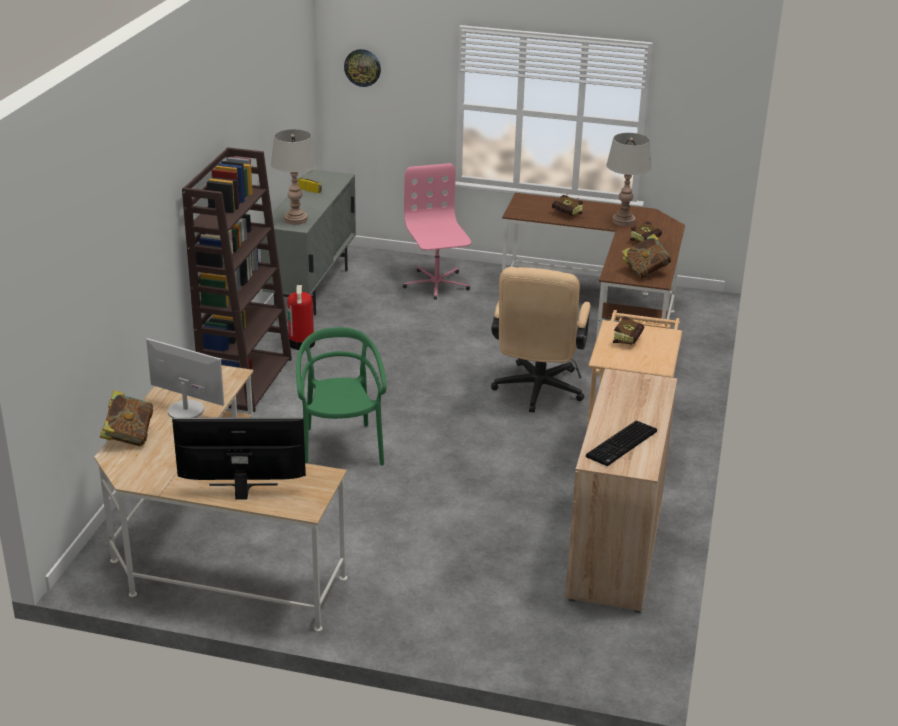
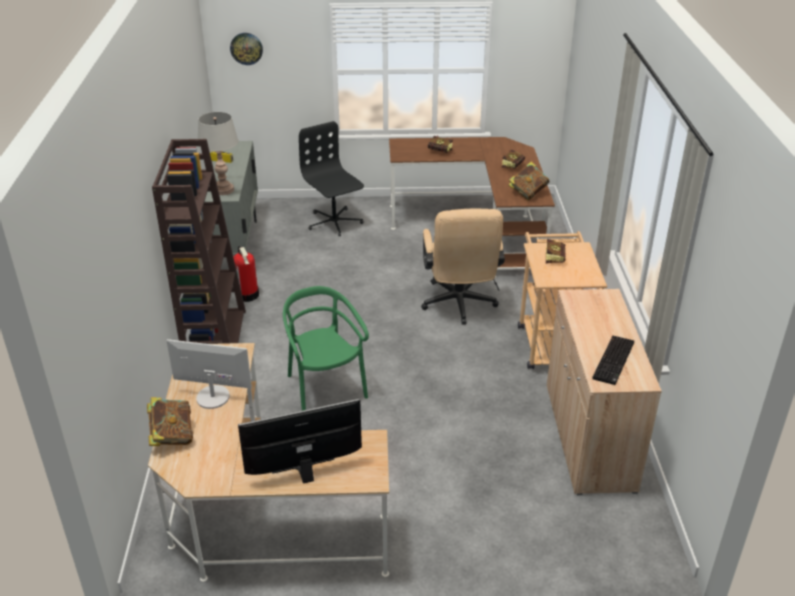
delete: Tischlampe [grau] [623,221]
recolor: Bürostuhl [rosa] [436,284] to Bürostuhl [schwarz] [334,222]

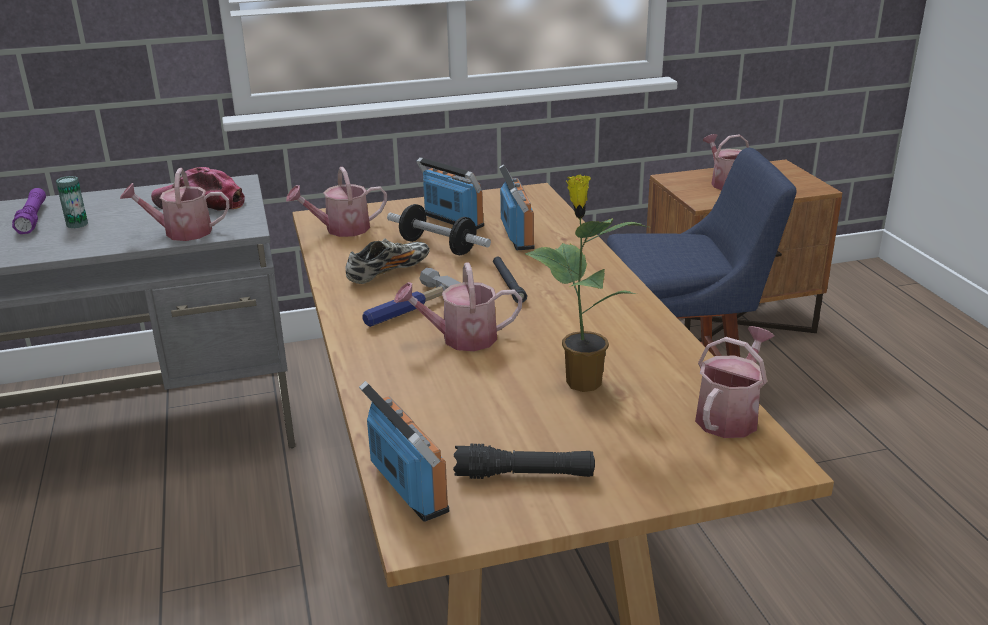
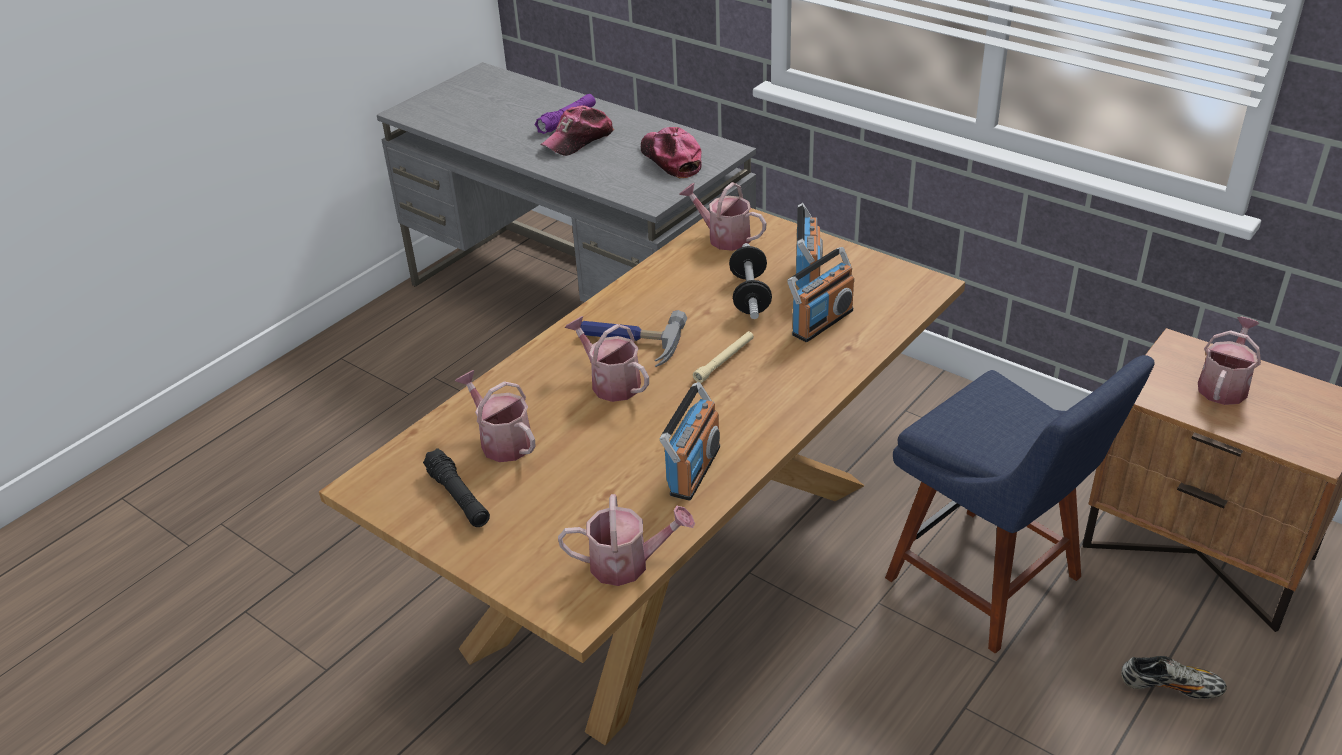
delete: Topfpflanze [581,381]
move: Gießkanne [181,232] to [502,441]; Schuh [388,272] to [1170,687]; Radio [408,488] to [693,470]
replace: Dose [77,224] to Kappe [578,140]
recolor: Taschenlampe [schwarz] [508,284] to Taschenlampe [beige] [724,361]

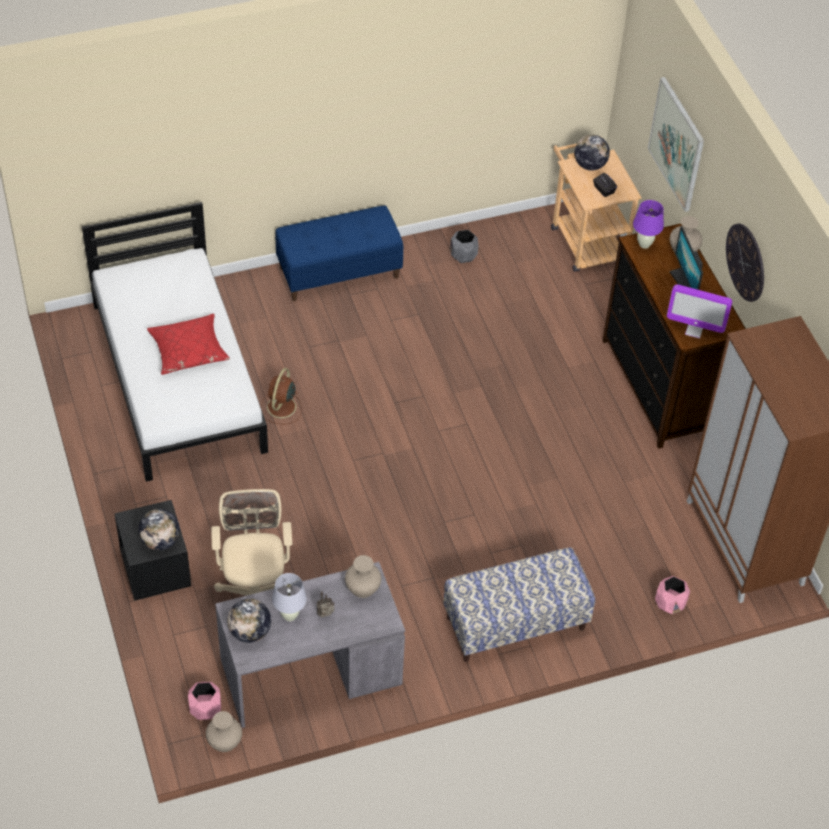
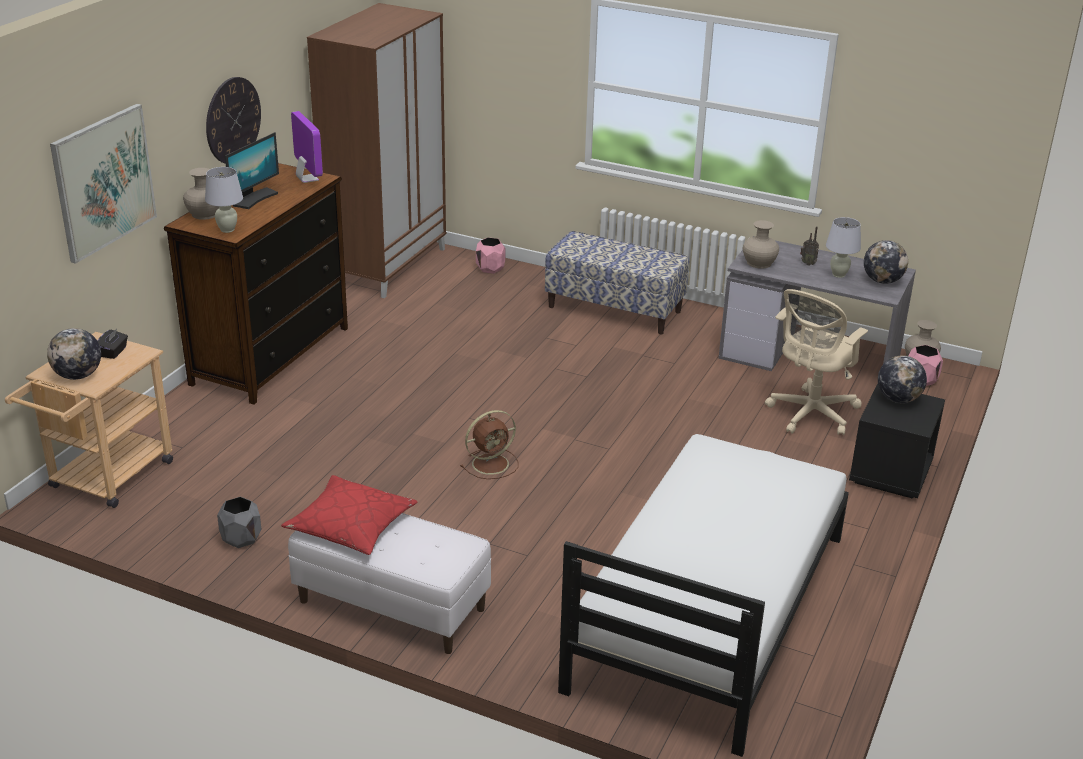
move: Kissen [rot] [188,350] to [351,525]; Ventilator [braun] [281,408] to [492,463]
recolor: Bank [blau] [339,272] to Bank [weiß] [391,605]; Tischlampe [lila] [644,244] to Tischlampe [weiß] [227,230]

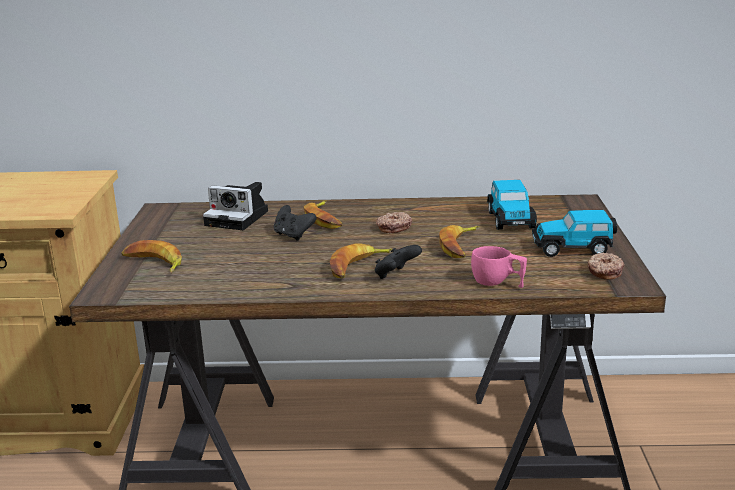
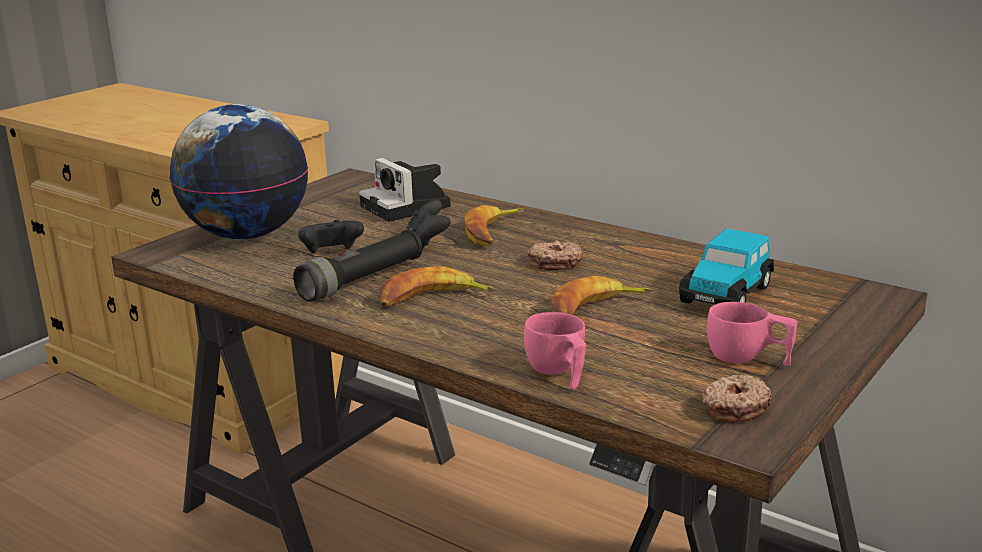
insert: Taschenlampe [schwarz] [361,281]
move: Gamepad [schwarz] [396,276] to [332,254]
replace: Banane [153,263] to Globus [247,234]; Spielzeugauto [573,248] to Tasse [rosa] [748,359]

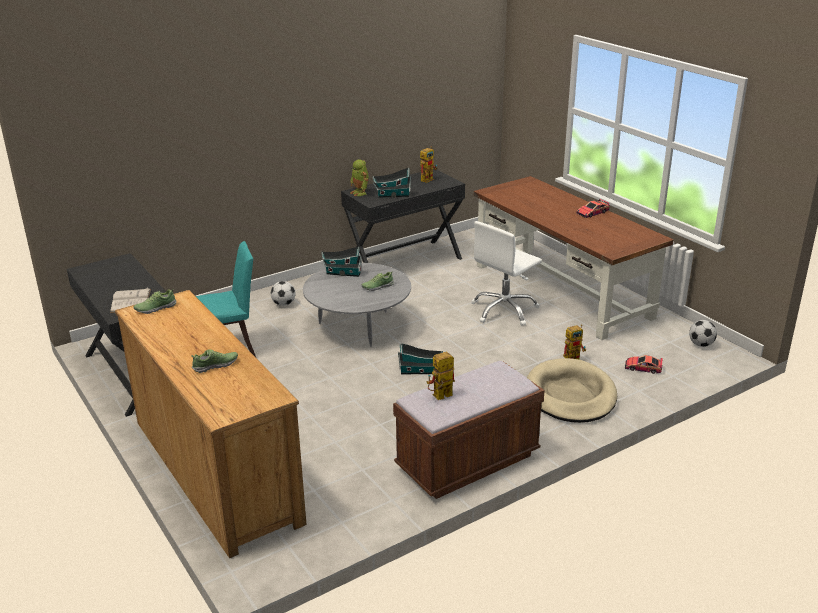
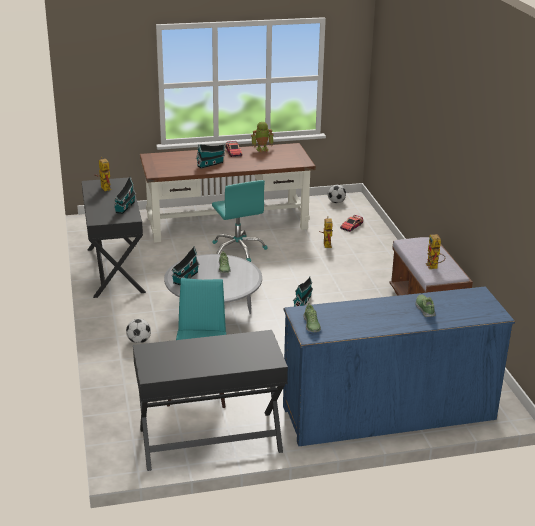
delete: Buch [weiß] [131,301]; Hundebett [beige] [570,395]
insert: Spielzeughaus [211,164]
move: Spielzeugroboter [360,193] to [262,149]
recolor: Kommode [braun] [215,470] to Kommode [blau] [388,412]; Bürostuhl [weiß] [504,310] to Bürostuhl [türkis] [238,250]

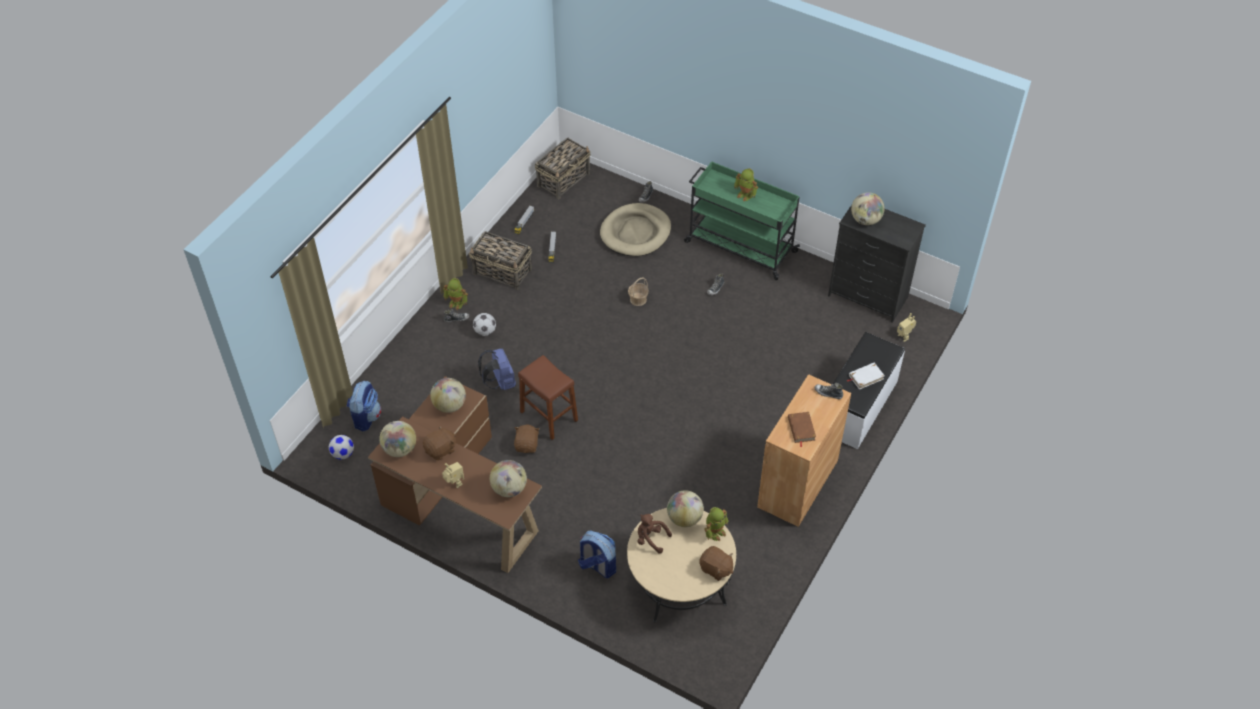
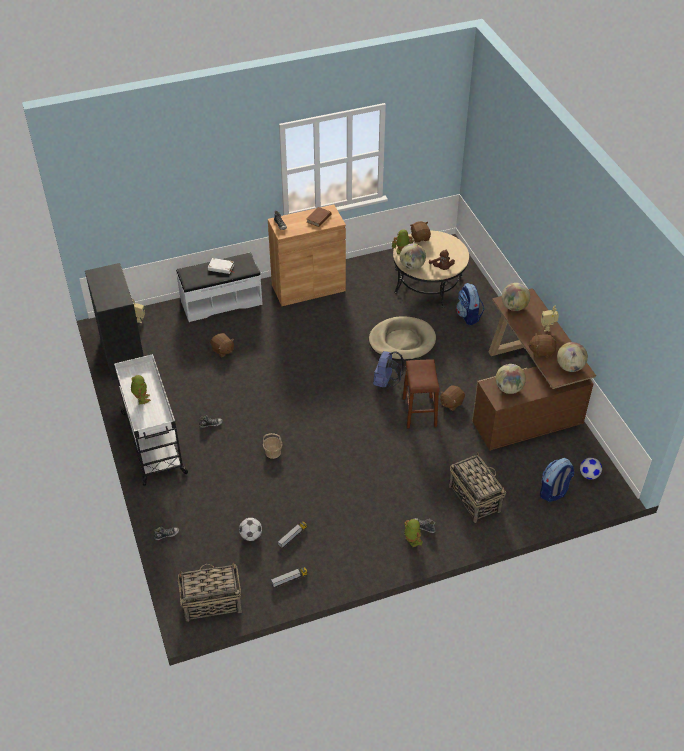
delete: Globus [865,220]
insert: Plüschtier [braun] [223,350]
move: Korb [503,272] to [474,498]; Fußball [485,331] to [251,535]; Rucksack [blau] [500,382] to [386,382]; Hundebett [beige] [635,232] to [402,341]
recolor: Rollwagen [grün] [739,246] to Rollwagen [weiß] [154,444]

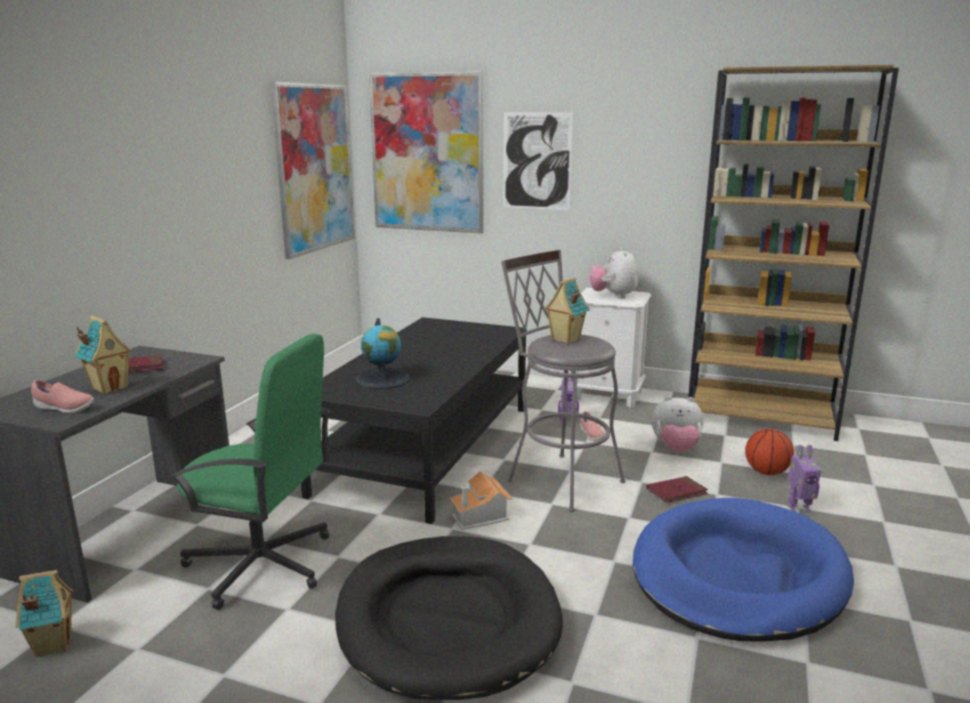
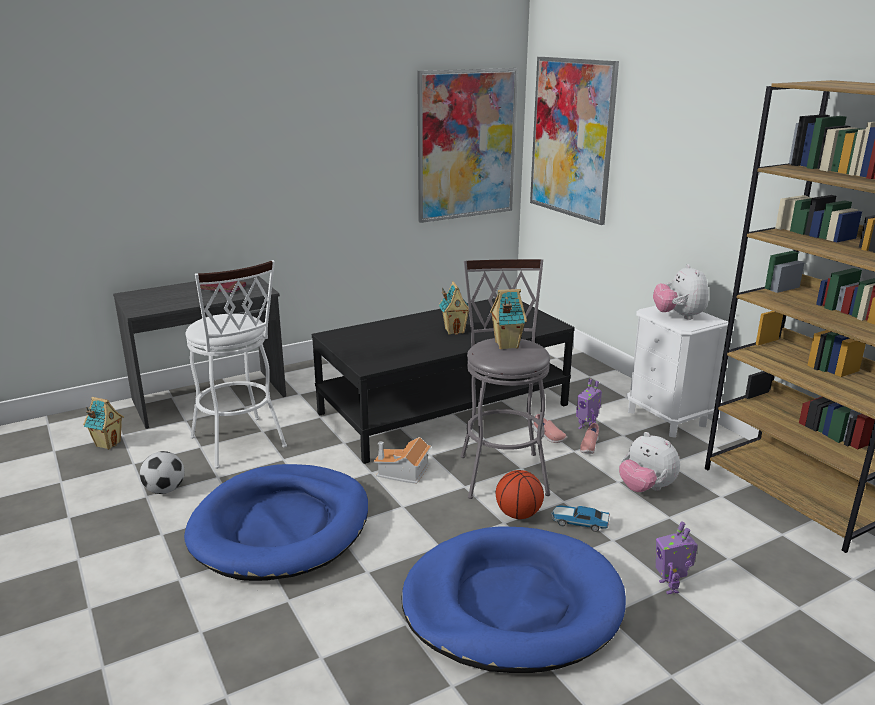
delete: Globus [382,379]; Bild [536,161]
insert: Fußball [165,490]
move: Schuh [rosa] [63,408] to [548,436]; Spielzeughaus [109,388] to [454,330]; Basketball [766,472] to [518,514]
replace: Bürostuhl [grün] [262,564] to Hocker [weiß] [241,445]; Buch [rot] [676,492] to Spielzeugauto [579,522]
recolor: Hundebett [schwarz] [447,620] to Hundebett [blau] [281,526]
rotate: Plüschtier [613,296] = [679,316] 45 degrees counterclockwise; Spielzeugroboter [798,508] = [670,586] 45 degrees clockwise

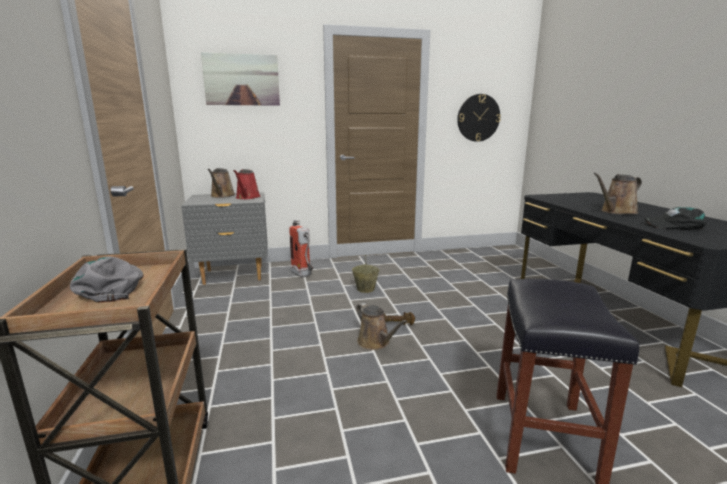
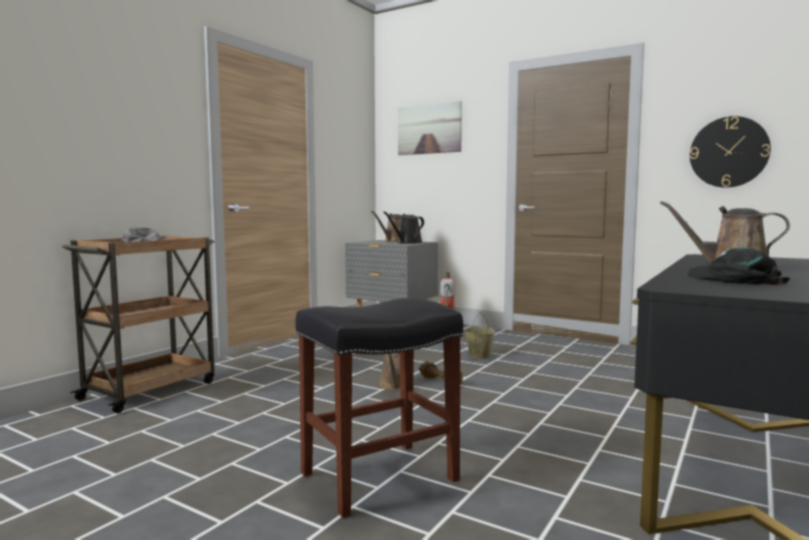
recolor: Gießkanne [rot] [247,197] to Gießkanne [schwarz] [408,243]

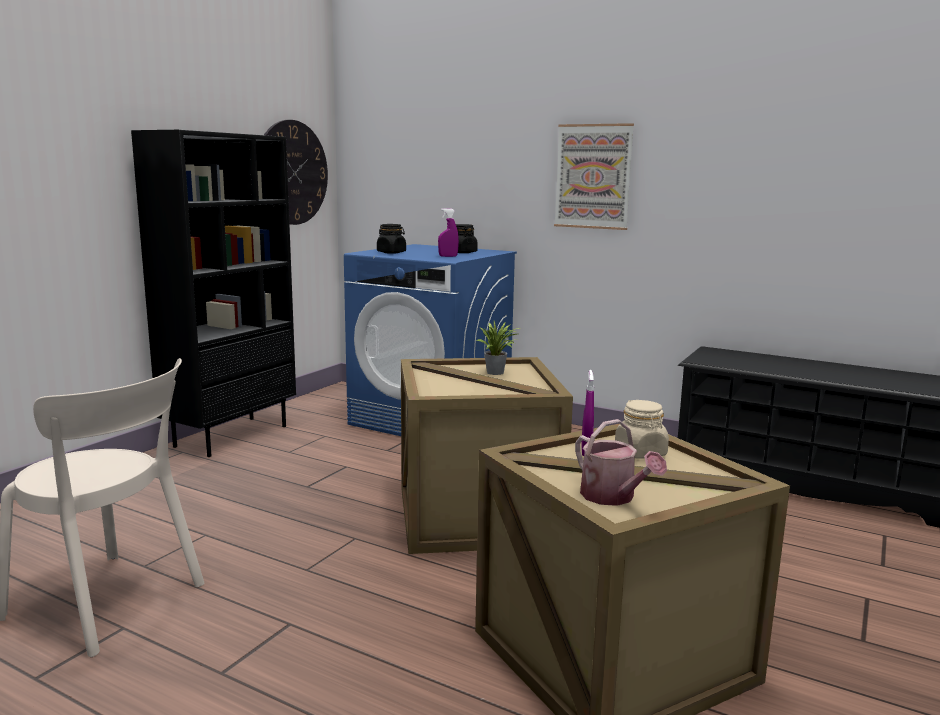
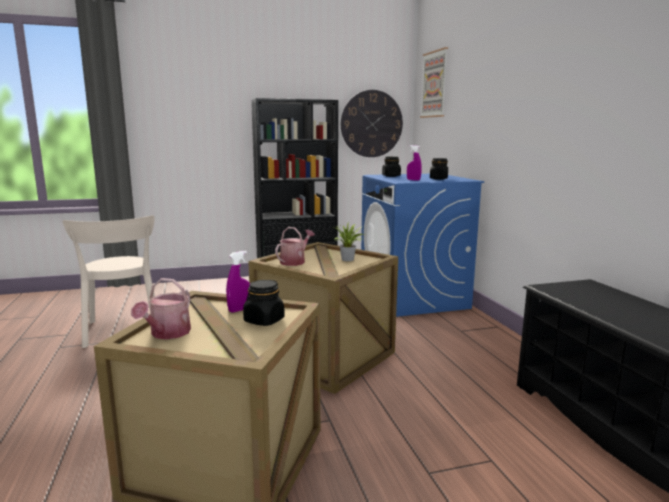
insert: Gießkanne [295,261]
move: Bild [593,176] to [434,84]
recolor: Vorratsglas [beige] [640,453] to Vorratsglas [schwarz] [264,320]

